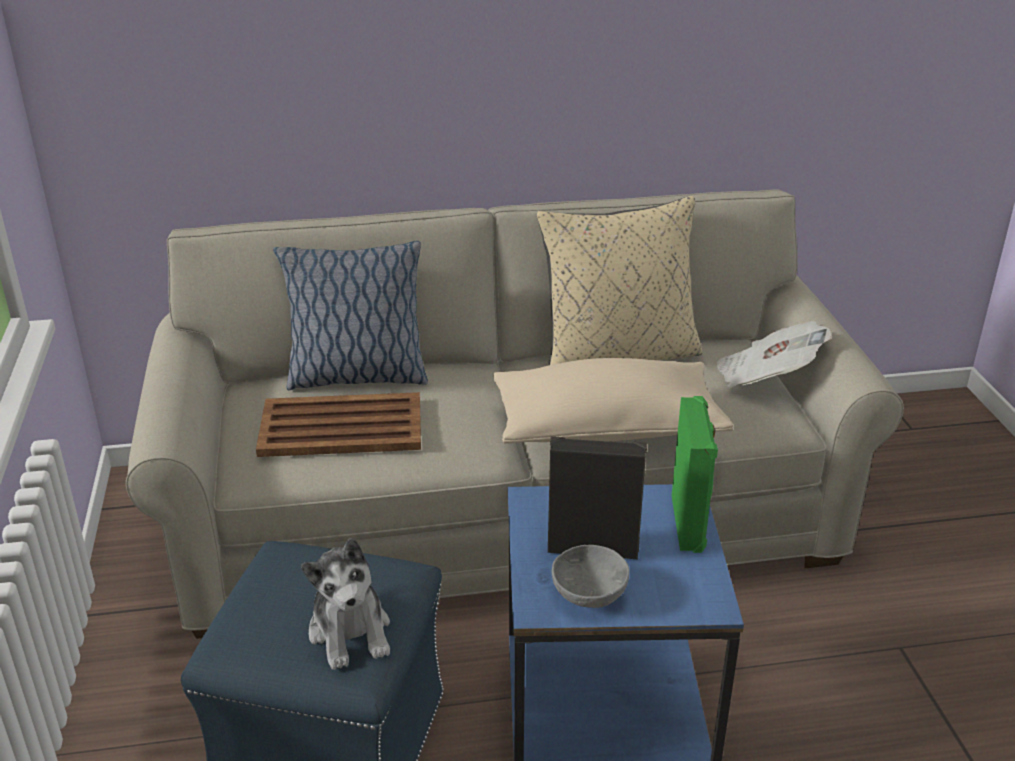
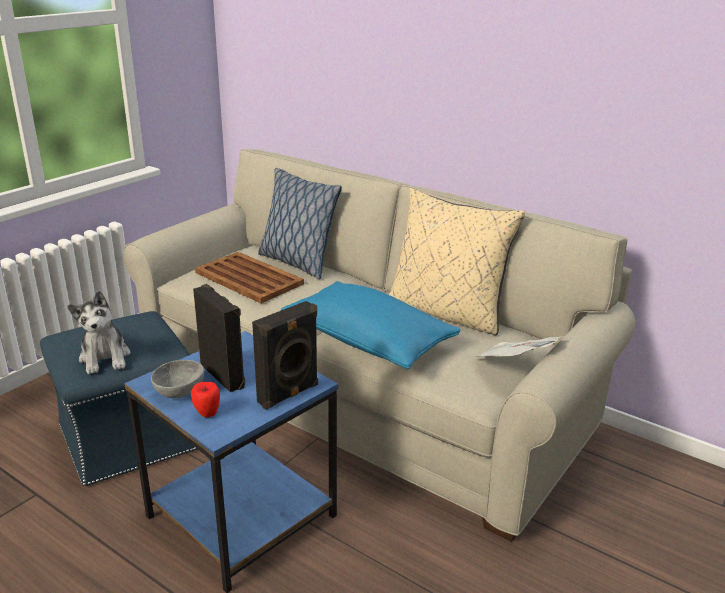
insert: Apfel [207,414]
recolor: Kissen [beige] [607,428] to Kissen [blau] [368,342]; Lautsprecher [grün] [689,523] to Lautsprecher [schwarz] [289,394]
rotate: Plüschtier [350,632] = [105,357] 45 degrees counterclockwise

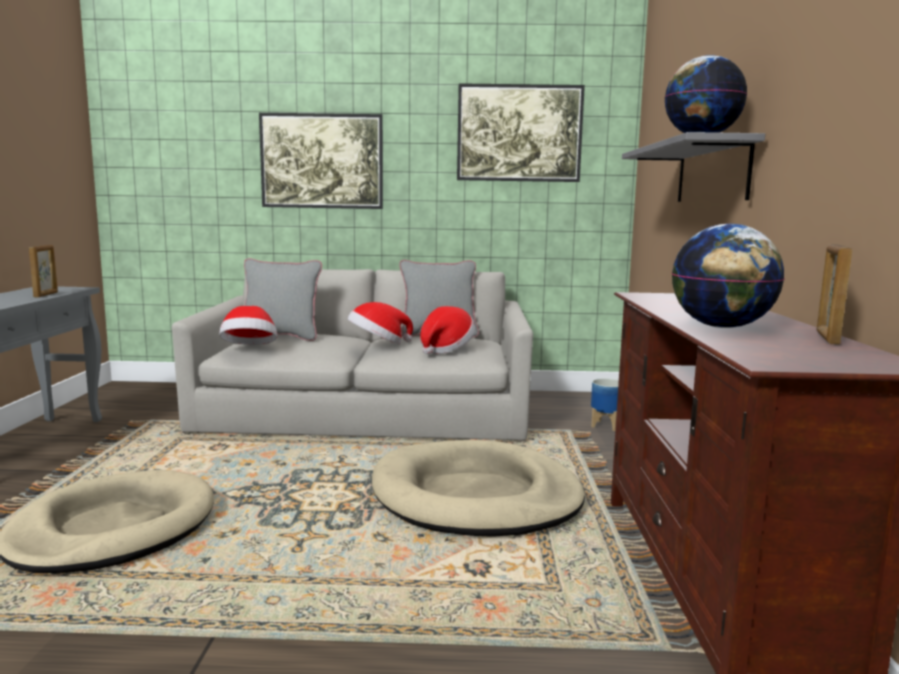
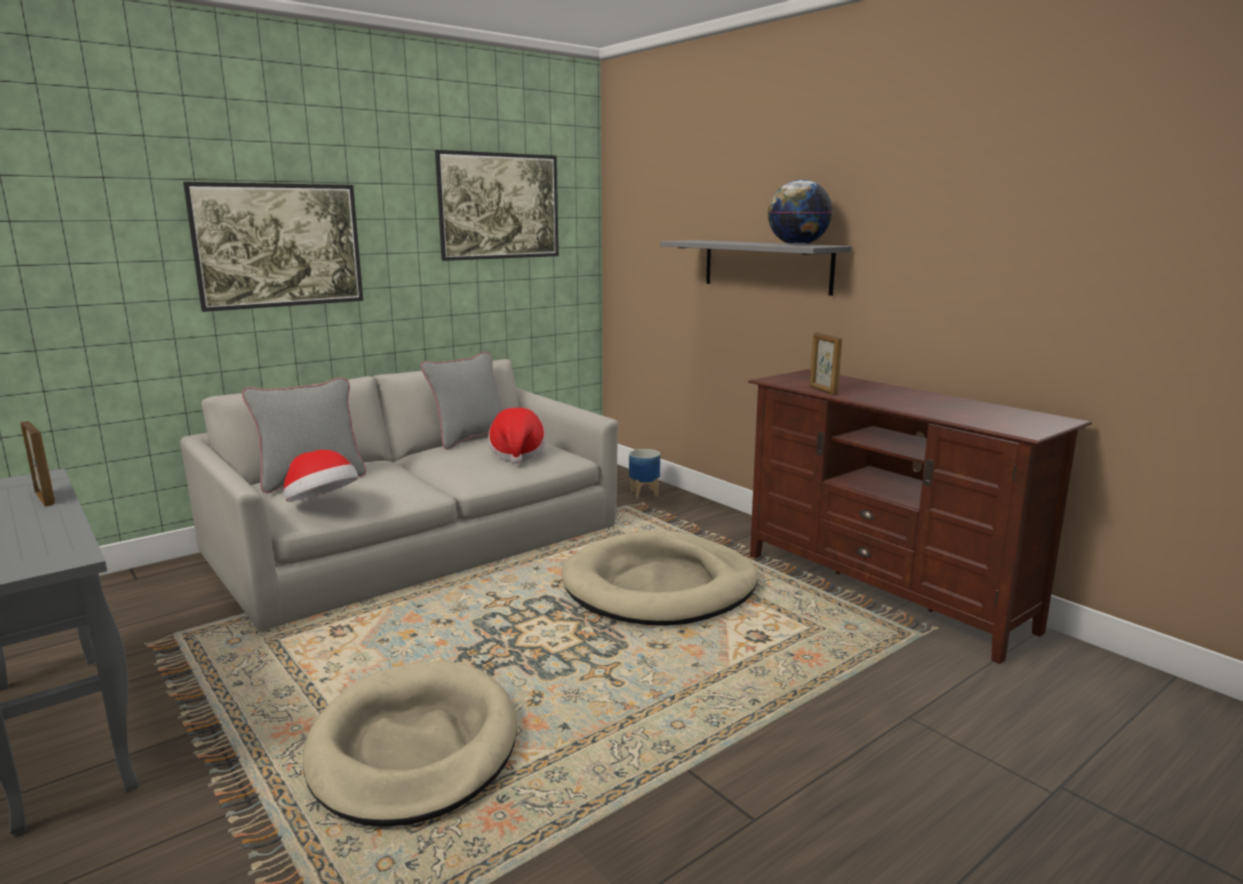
delete: Hut [378,344]; Globus [721,327]
move: Bilderrahmen [827,338] to [823,390]

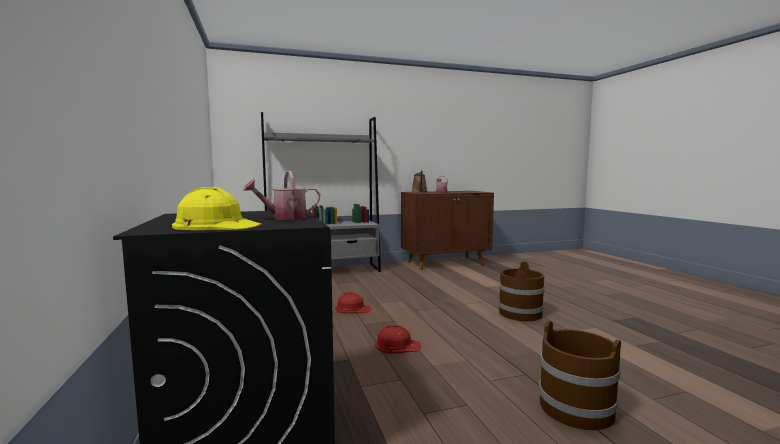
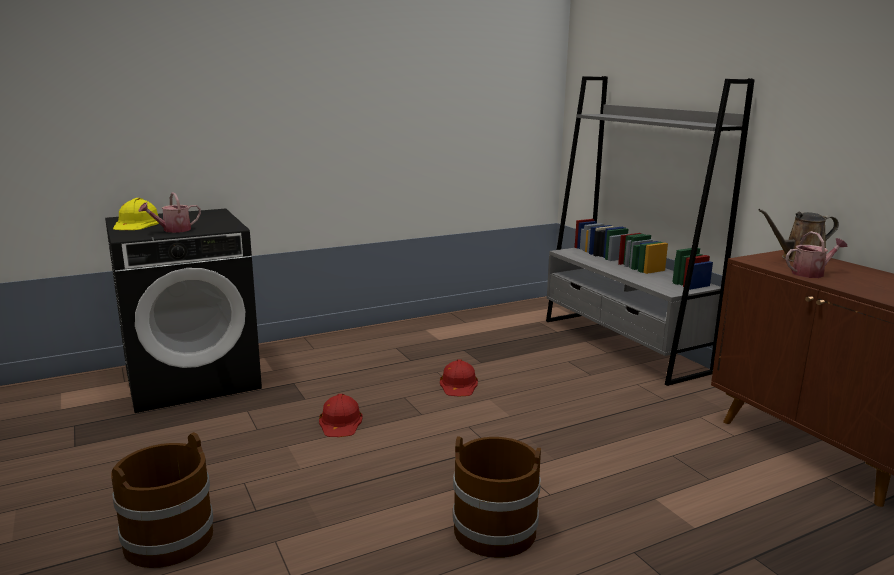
rotate: Gießkanne [284,218] = [173,230] 90 degrees counterclockwise

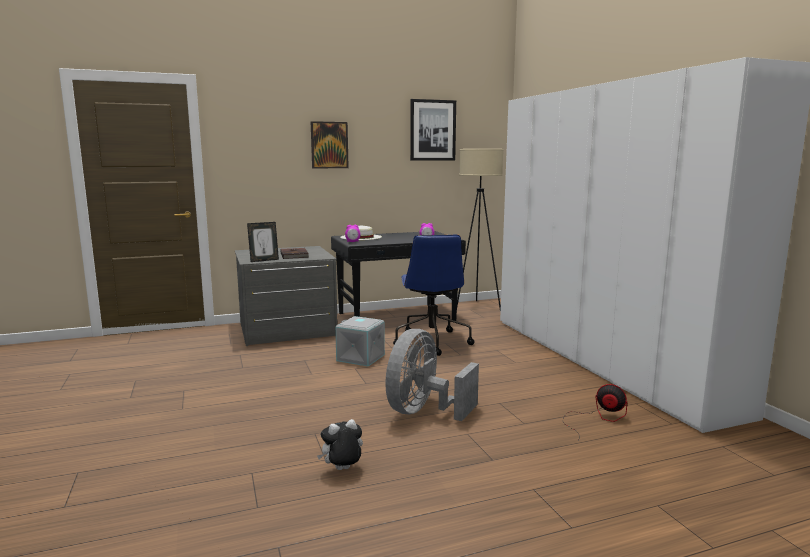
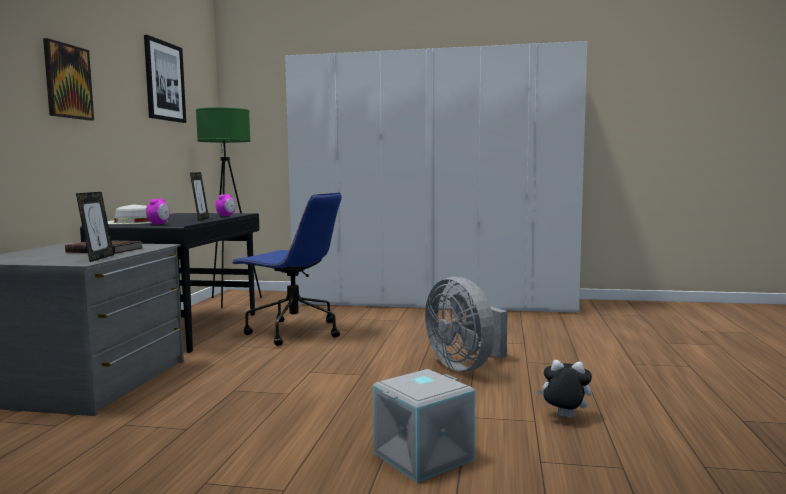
delete: Ventilator [597,418]
insert: Bilderrahmen [200,219]
move: Aufbewahrungsbox [grau] [360,358] to [424,457]
recolor: Stehlampe [beige] [476,307] to Stehlampe [grün] [231,301]
rotate: Plüschtier [342,470] = [564,417] 105 degrees clockwise

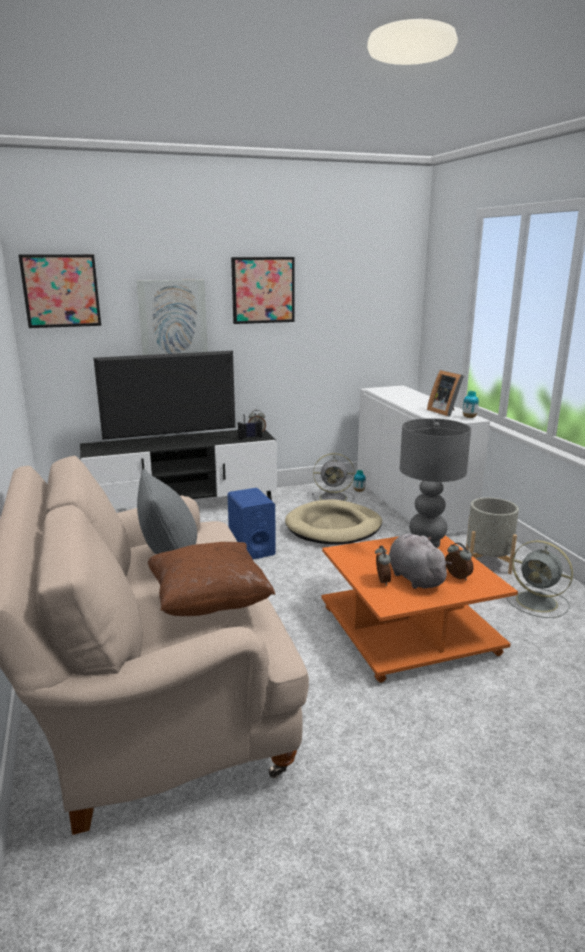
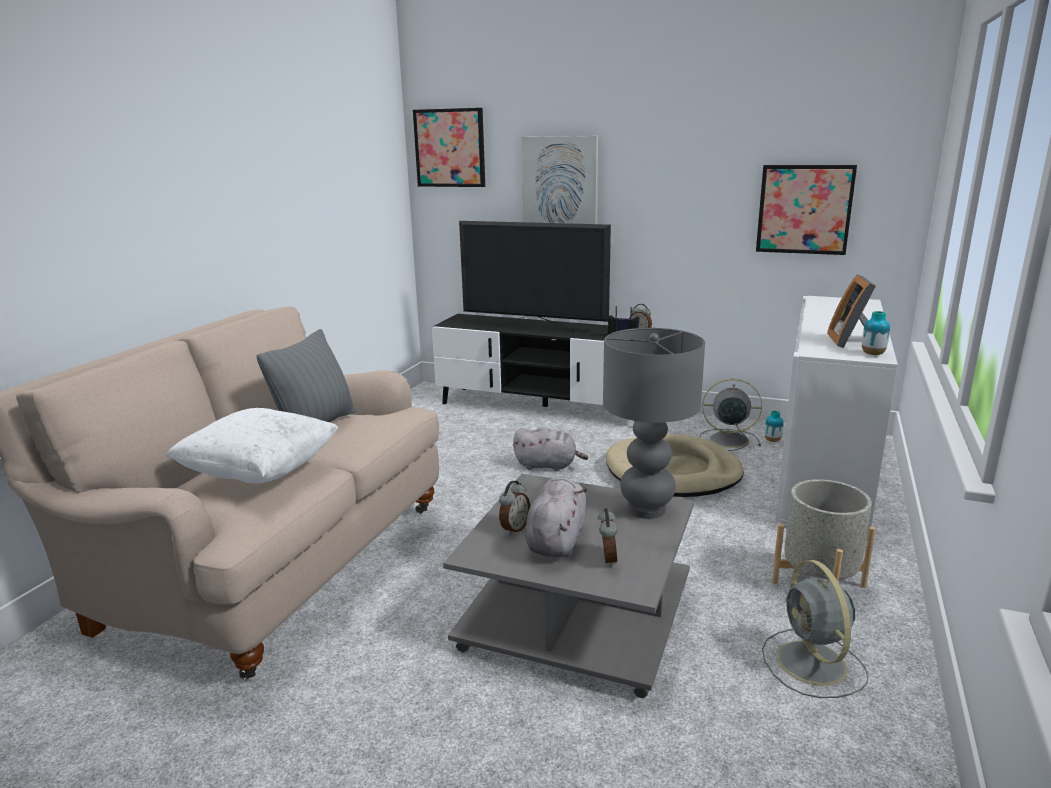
move: Bild [263,290] to [804,209]
replace: Lautsprecher [blau] [251,548] to Plüschtier [grau] [548,466]
recolor: Kissen [braun] [209,603] to Kissen [weiß] [260,473]; Couchtisch [orange] [406,630] to Couchtisch [grau] [575,614]
rotate: Ventilator [grau] [334,497] = [727,440] 150 degrees clockwise

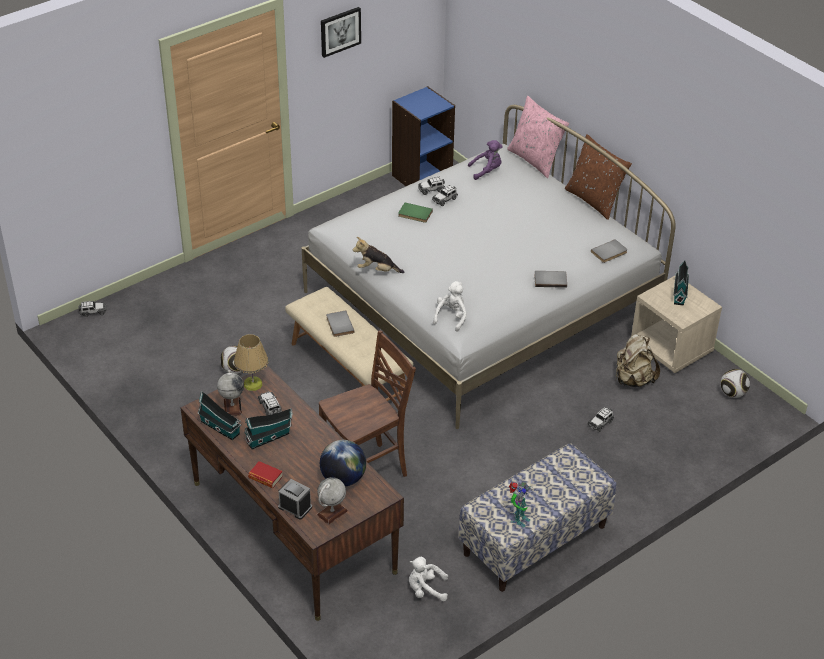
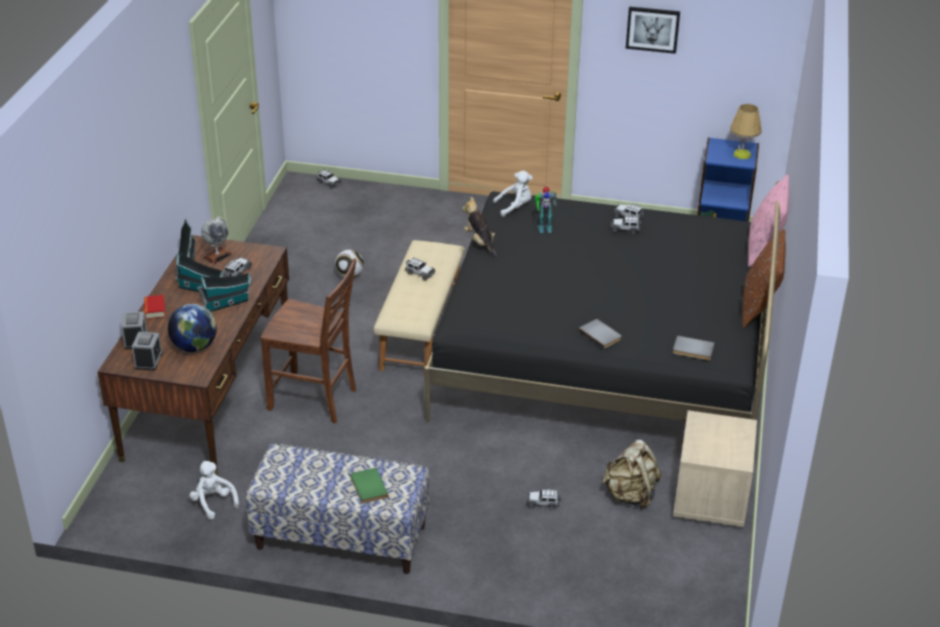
delete: Plüschtier [lila] [486,171]; Fußball [732,393]
move: Tischlampe [252,384] to [742,154]; Buch [grün] [414,214] to [367,487]; Plüschtier [weiß] [451,317] to [515,207]; Spielzeugroboter [518,519] to [544,227]; Spielzeughaus [680,292] to [227,303]
replace: Globus [332,513] to Wecker [148,360]; Buch [grau] [338,325] to Spielzeugauto [419,273]
recolor: Bett [weiß] [481,304] to Bett [schwarz] [604,354]

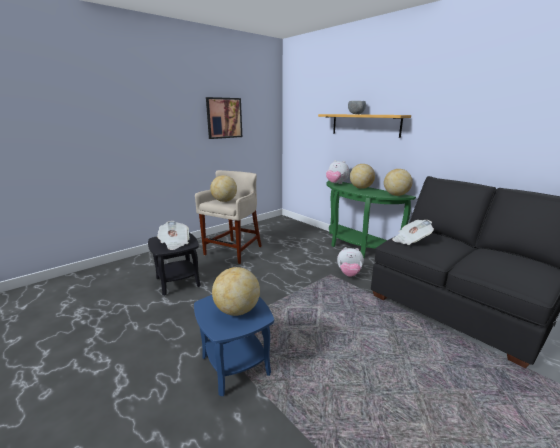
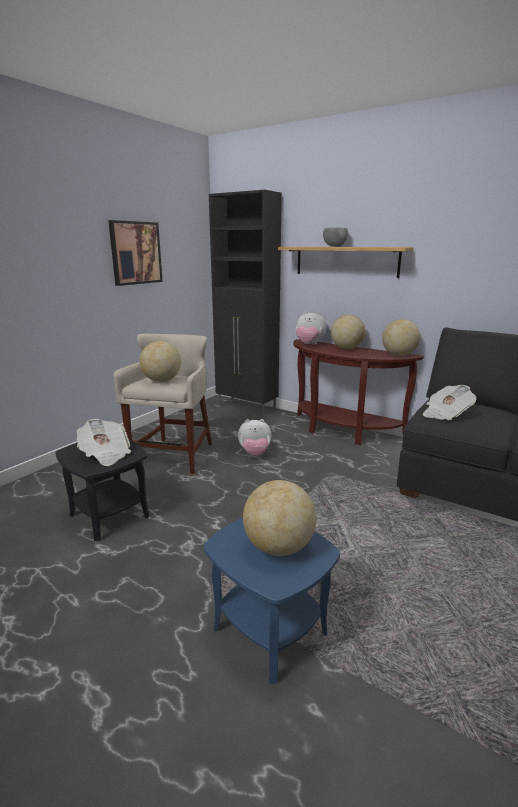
insert: Schrank [schwarz] [247,407]
move: Plüschtier [349,274] to [255,454]
recolor: Konsolentisch [grün] [355,247] to Konsolentisch [braun] [342,431]

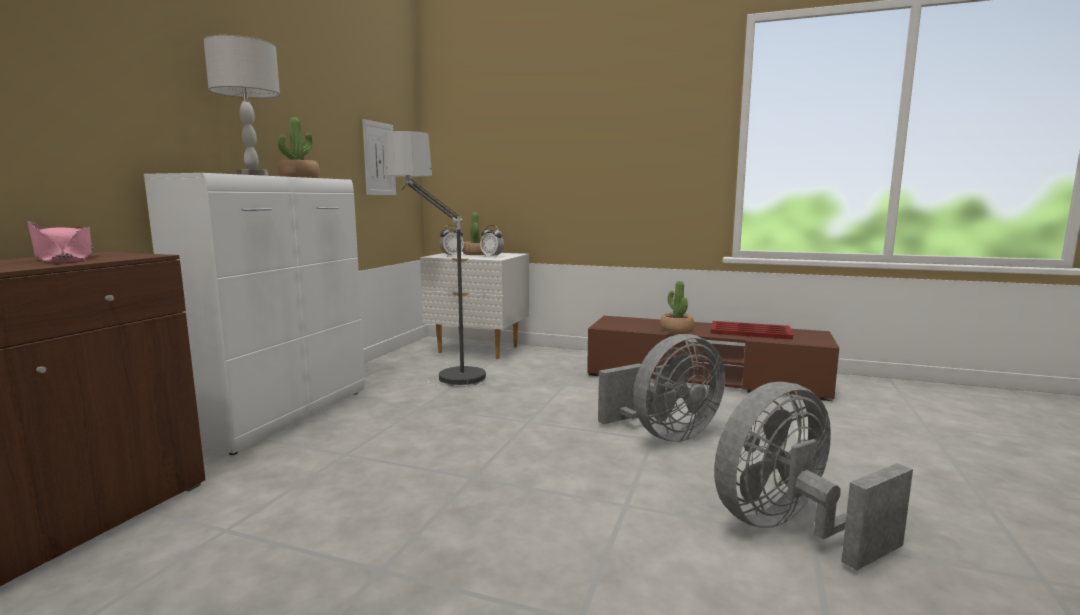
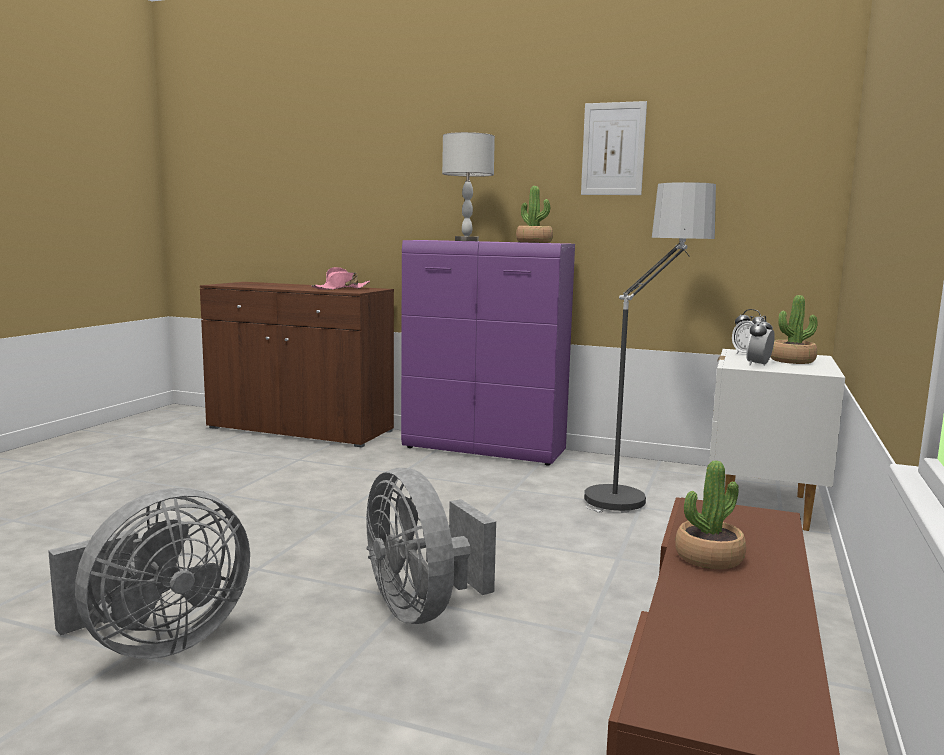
delete: Tablett [rot] [751,331]
move: Bild [379,159] to [613,149]
recolor: Schrank [weiß] [284,416] to Schrank [lila] [485,450]
rotate: Ventilator [grau] [789,529] = [157,643] 75 degrees clockwise

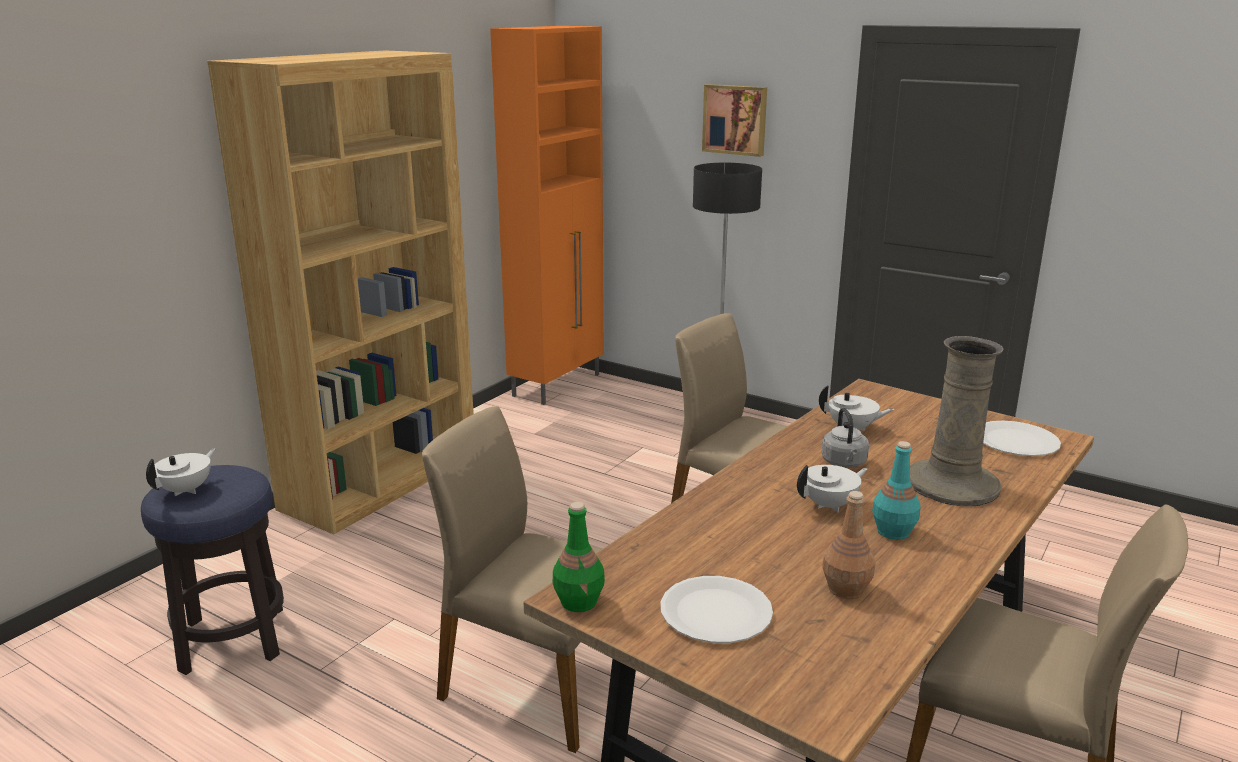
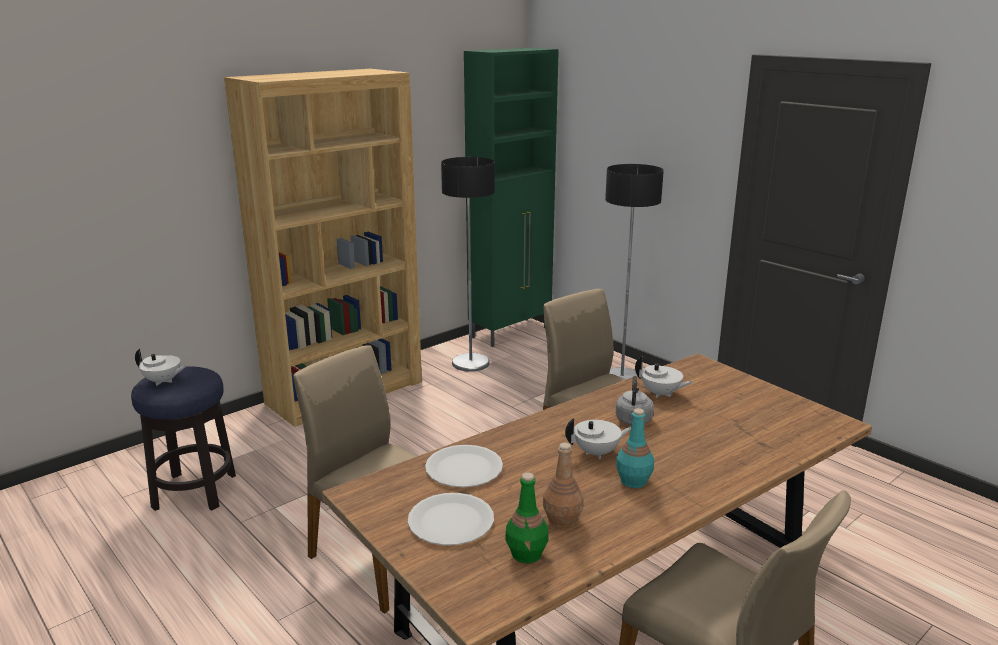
delete: Bild [735,119]; Vase [beige] [951,484]
insert: Stehlampe [471,363]
move: Flasche [grün] [579,601] to [527,553]; Teller [weiß] [1016,441] to [464,468]
recolor: Schrank [orange] [558,385] to Schrank [grün] [511,332]
rotate: Teekanne [weiß] [187,490] = [163,381] 60 degrees clockwise

